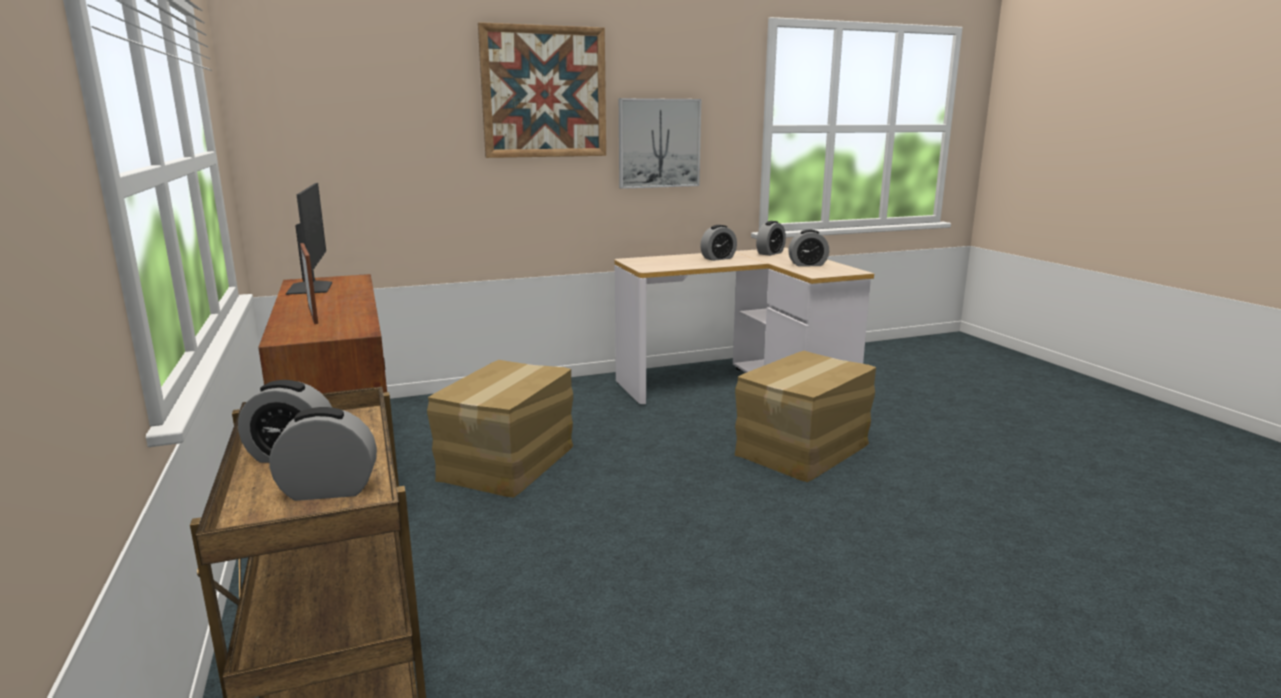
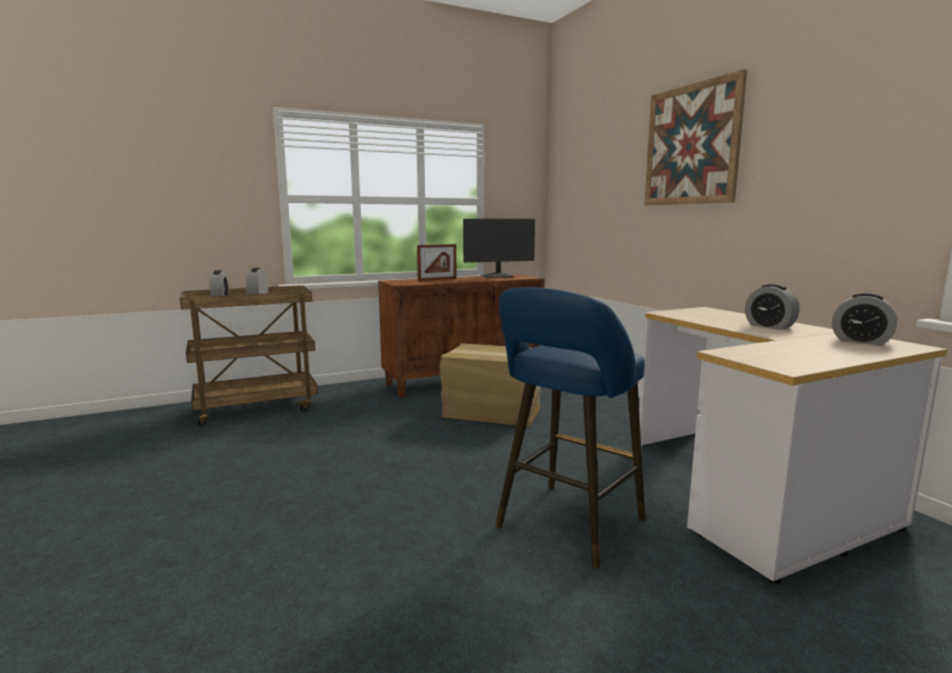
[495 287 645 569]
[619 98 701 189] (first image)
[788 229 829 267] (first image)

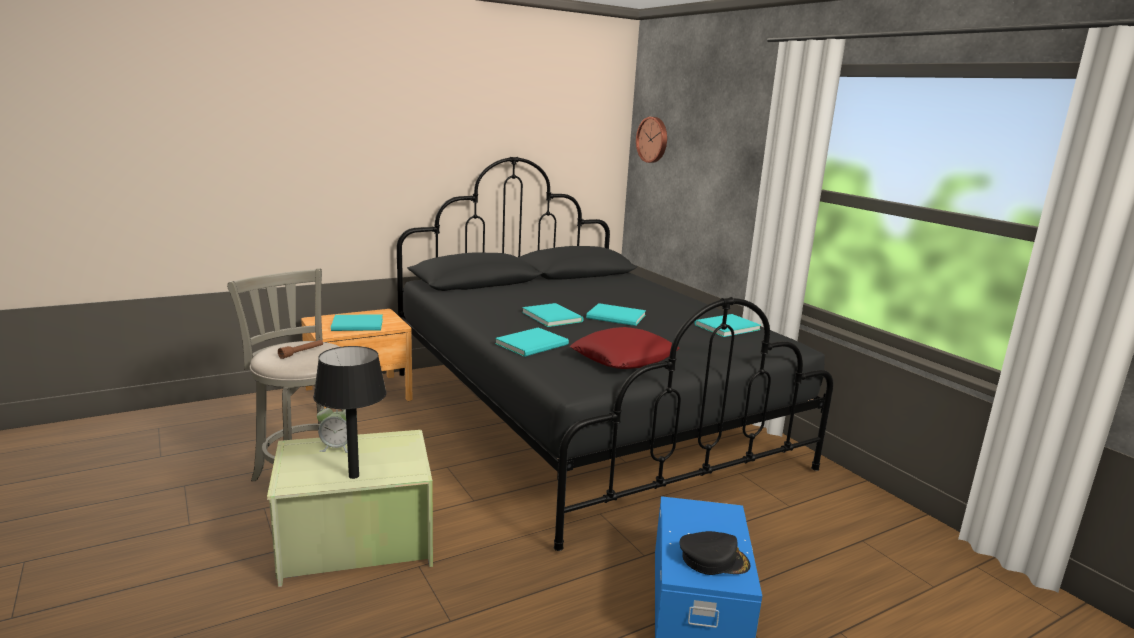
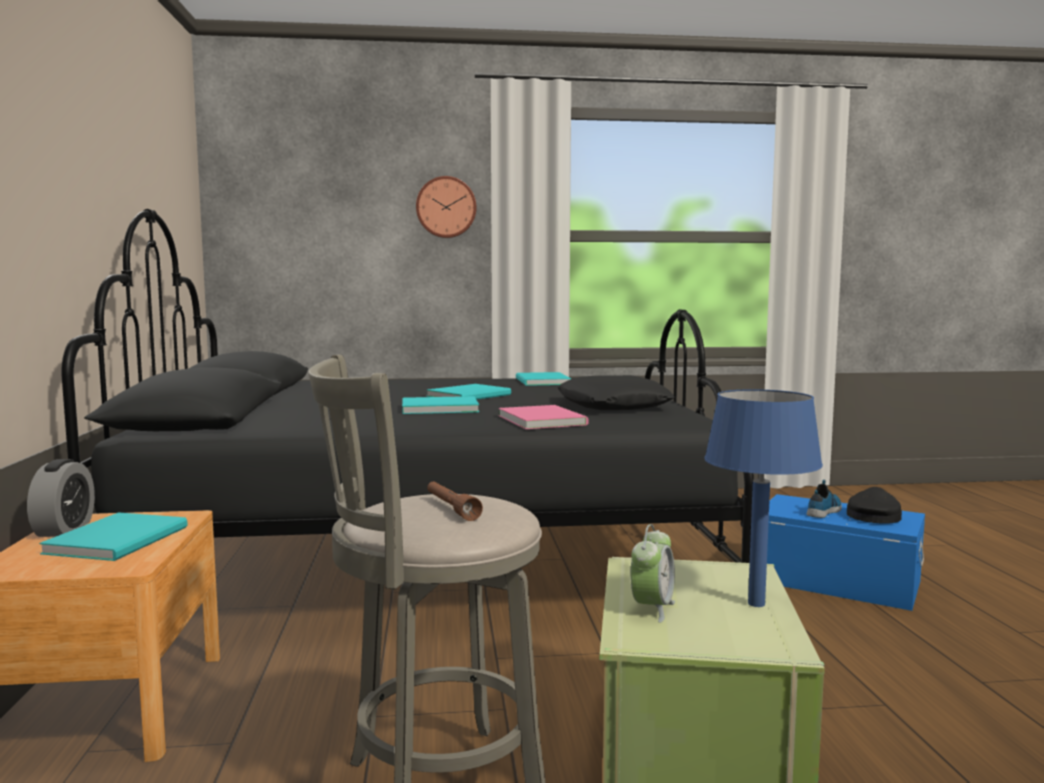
[27 459 95 537]
[416 176 476 238]
[499 405 589 429]
[558 375 675 410]
[704 389 823 607]
[806 480 842 518]

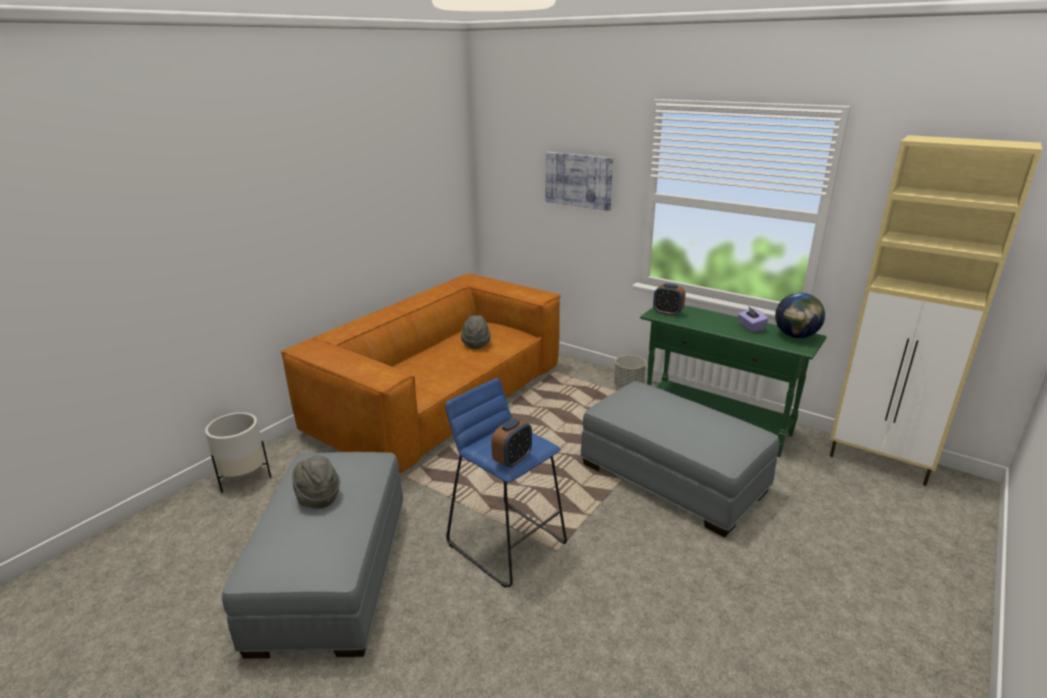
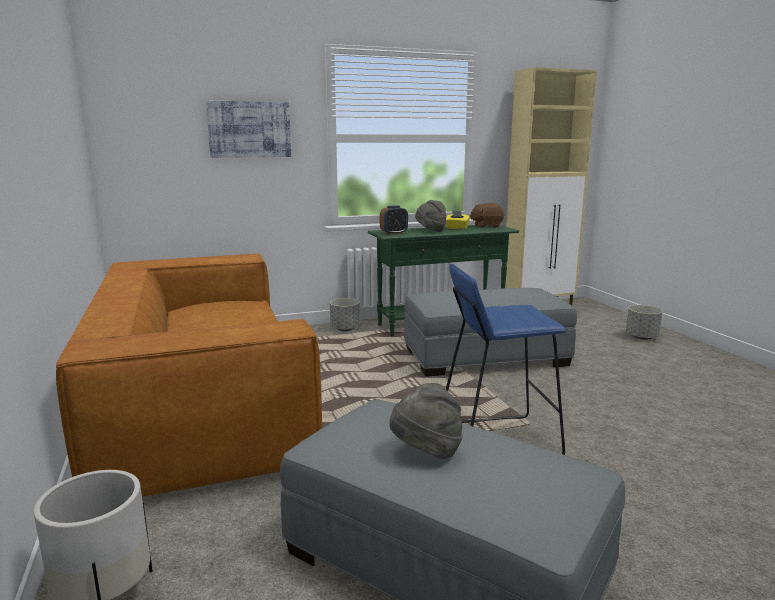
[415 200 447 232]
[446 211 470 230]
[469 203 504 228]
[626 305 663 340]
[491 418 532 468] (first image)

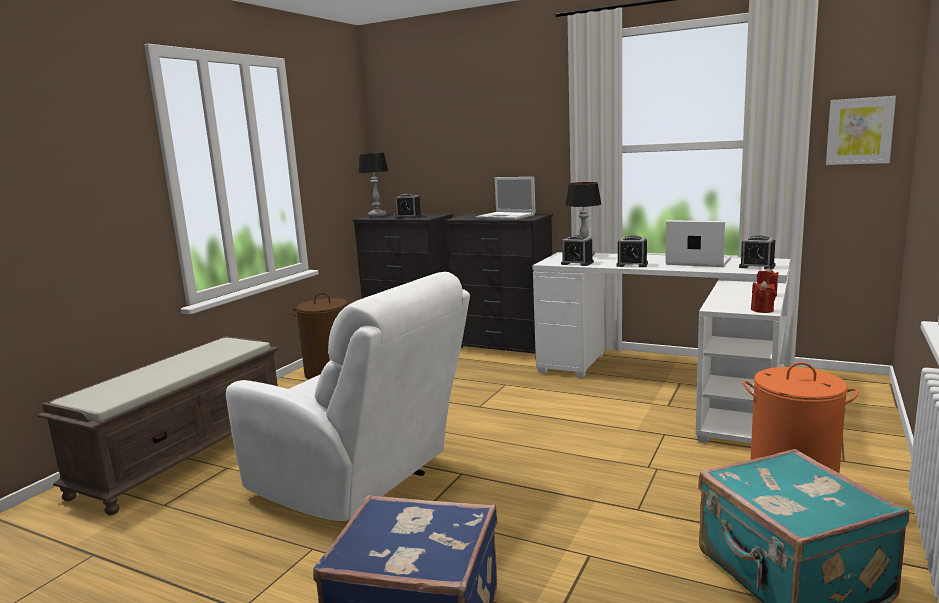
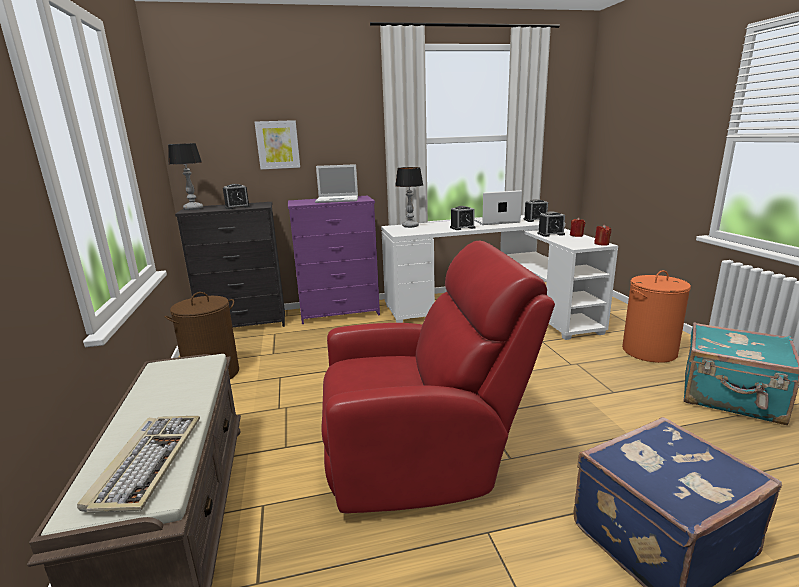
[77 416 200 512]
[255 120 300 169]
[288 195 380 324]
[321 240 555 514]
[538 211 565 237]

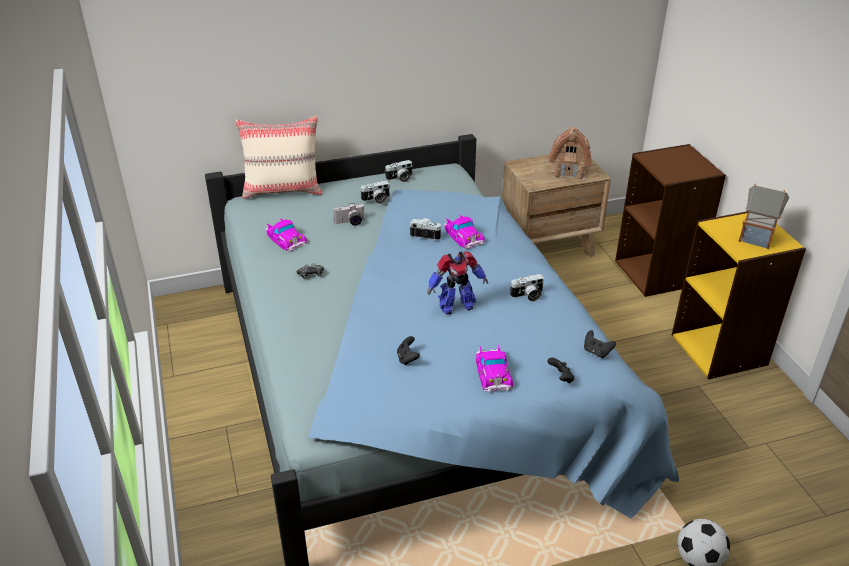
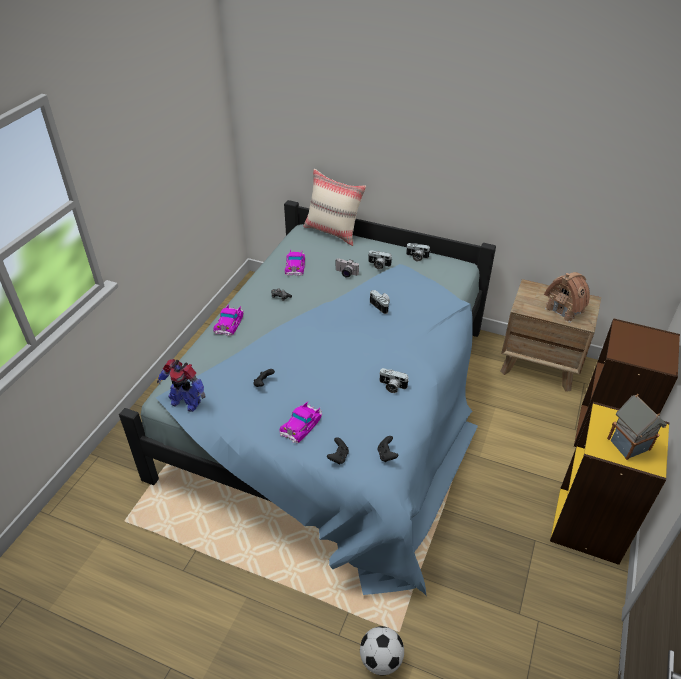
[157 359 205 412]
[213 304 244 336]

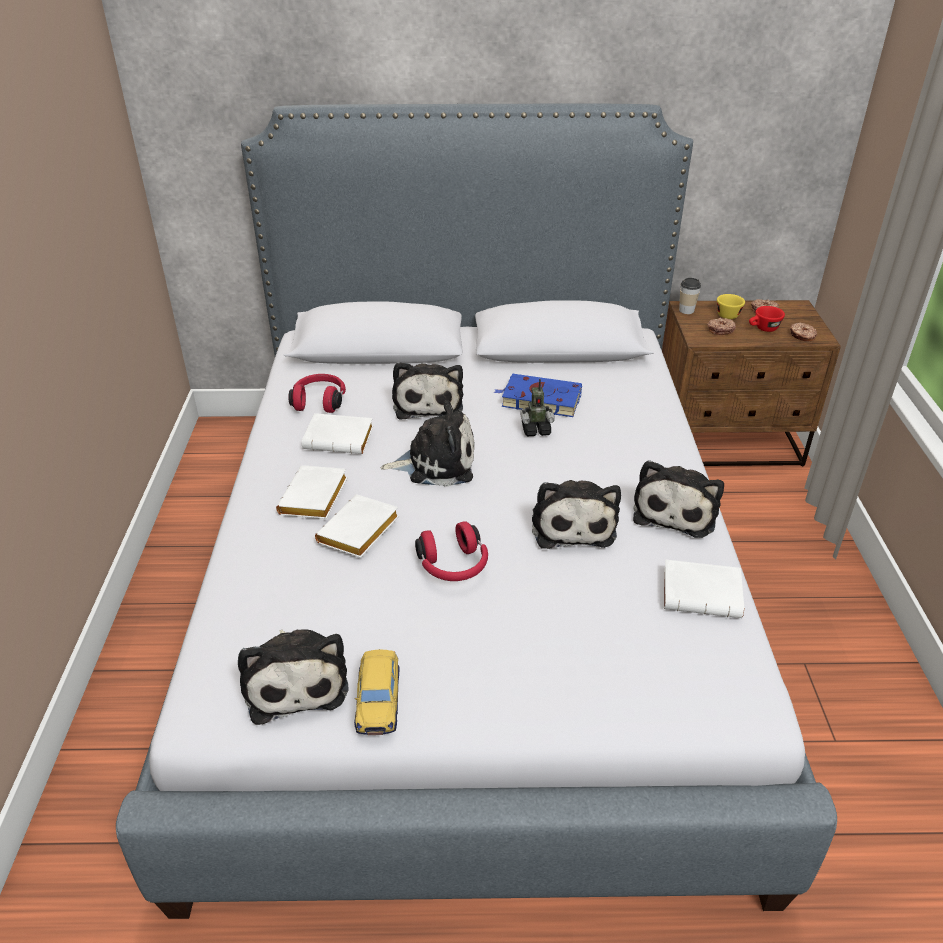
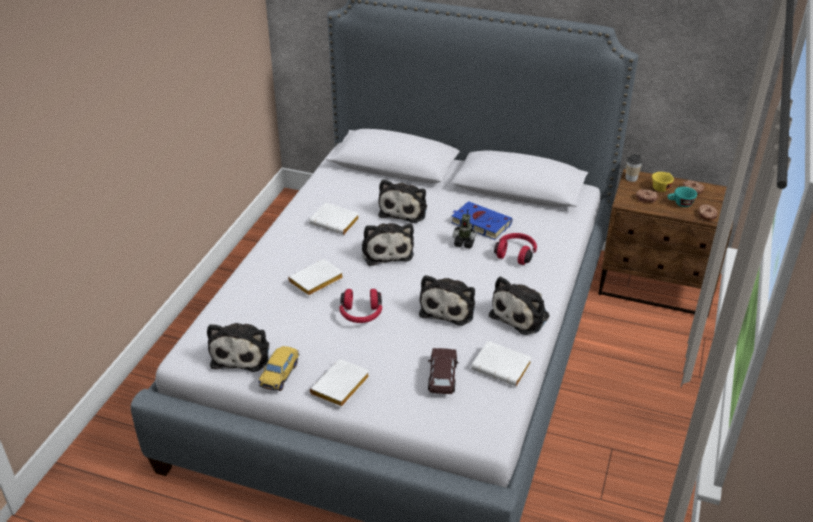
[310 359 370 408]
[362 223 414 266]
[428 348 459 394]
[494 233 537 265]
[667 187 697 207]

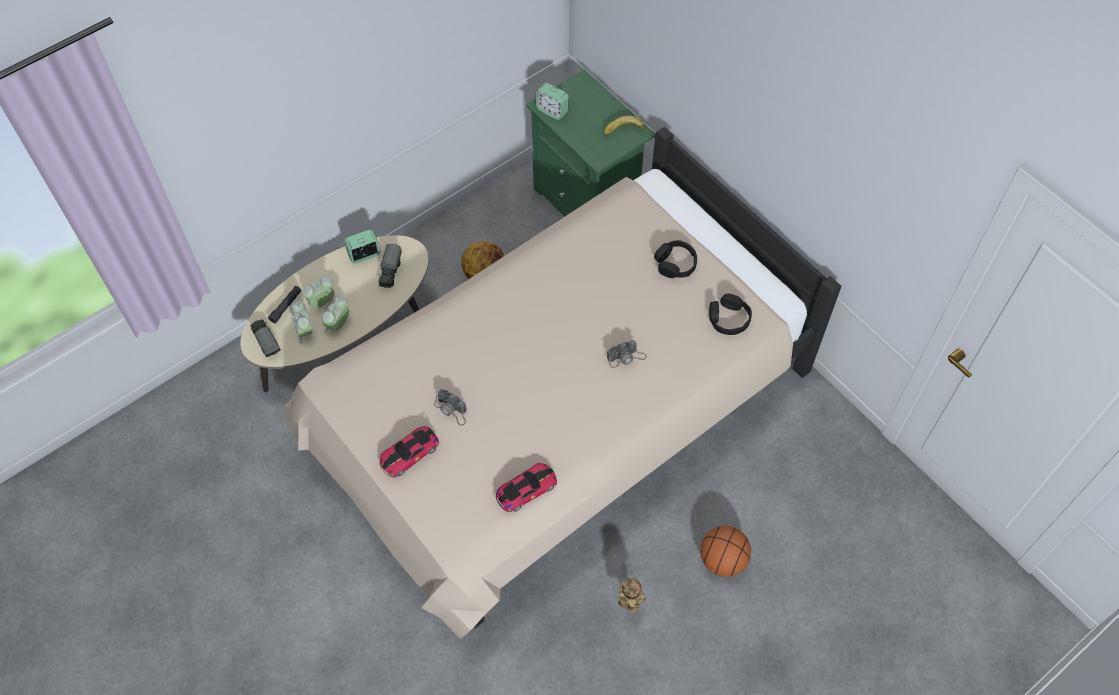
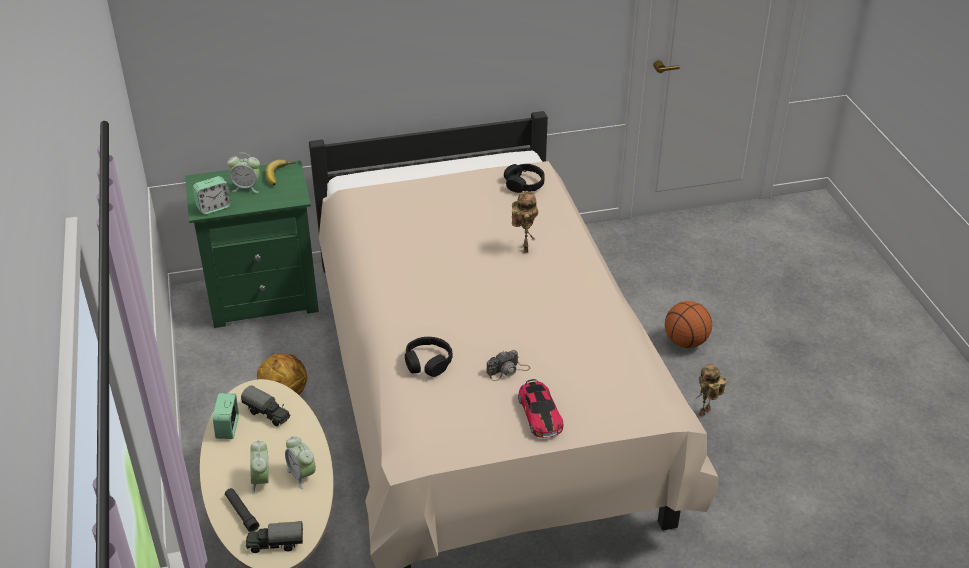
[227 153 260 193]
[405 337 453 377]
[512 191 538 253]
[496 463 557 512] (first image)

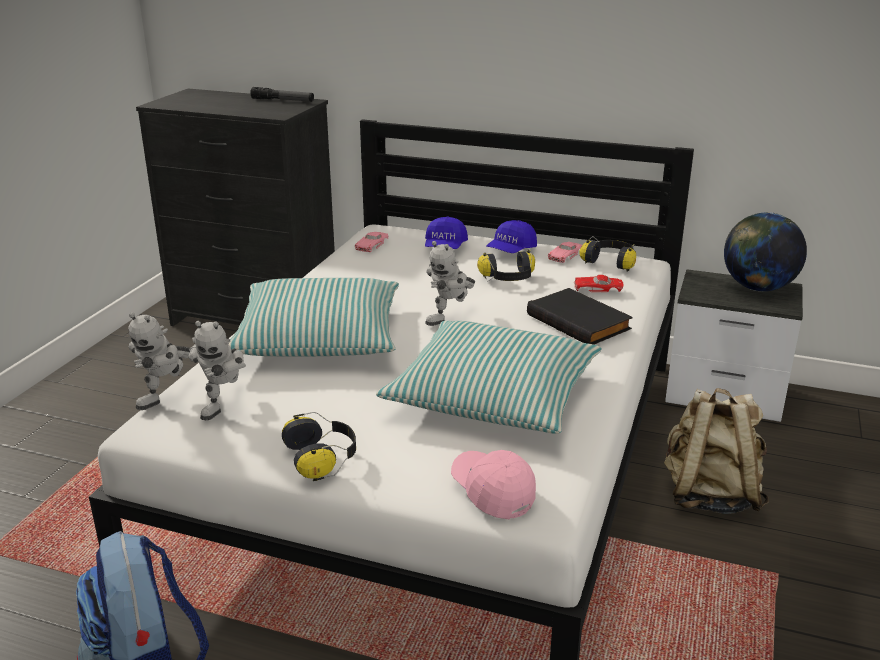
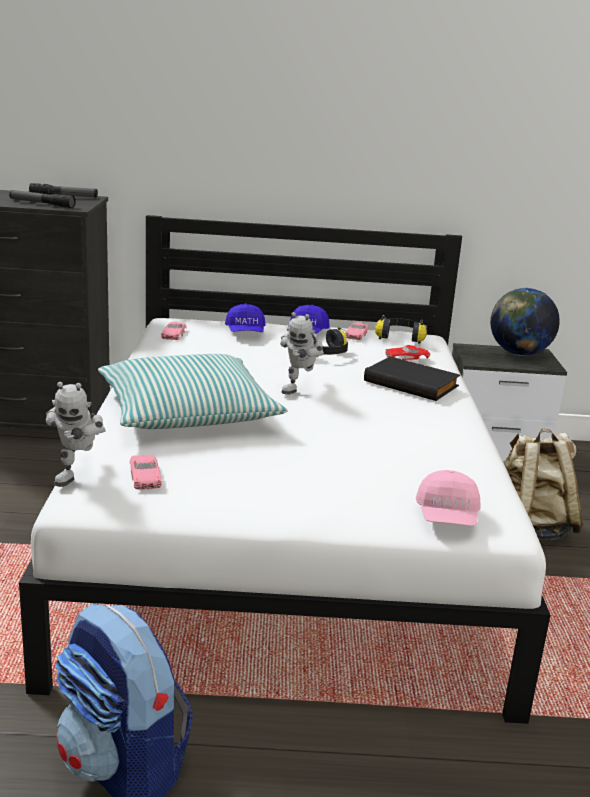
[9 190 76 208]
[130 455 162 489]
[416 470 480 526]
[282 412 356 481] (first image)
[376 321 602 434] (first image)

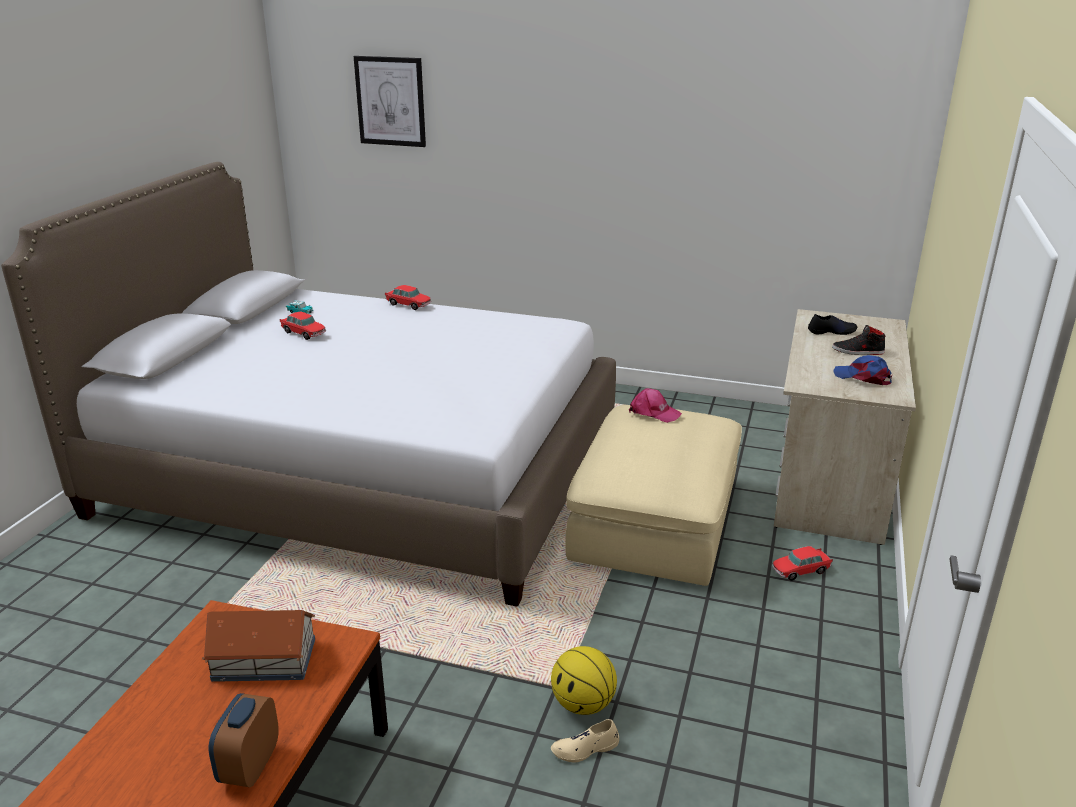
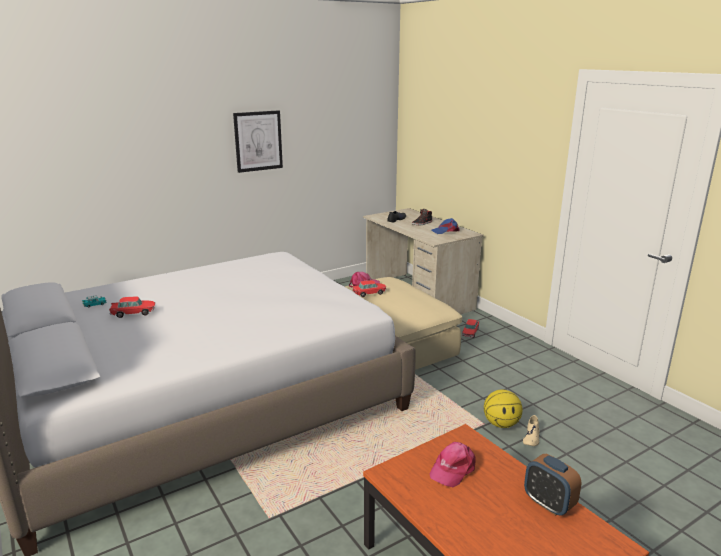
[233 110 283 173]
[352 280 386 297]
[430 442 476 487]

